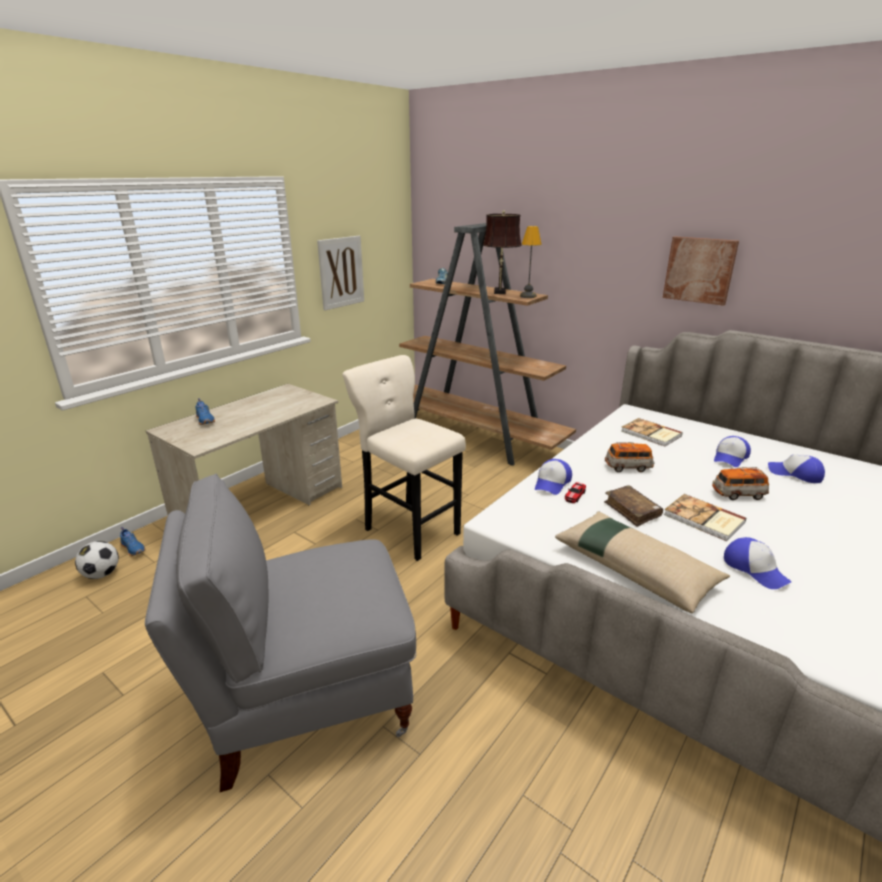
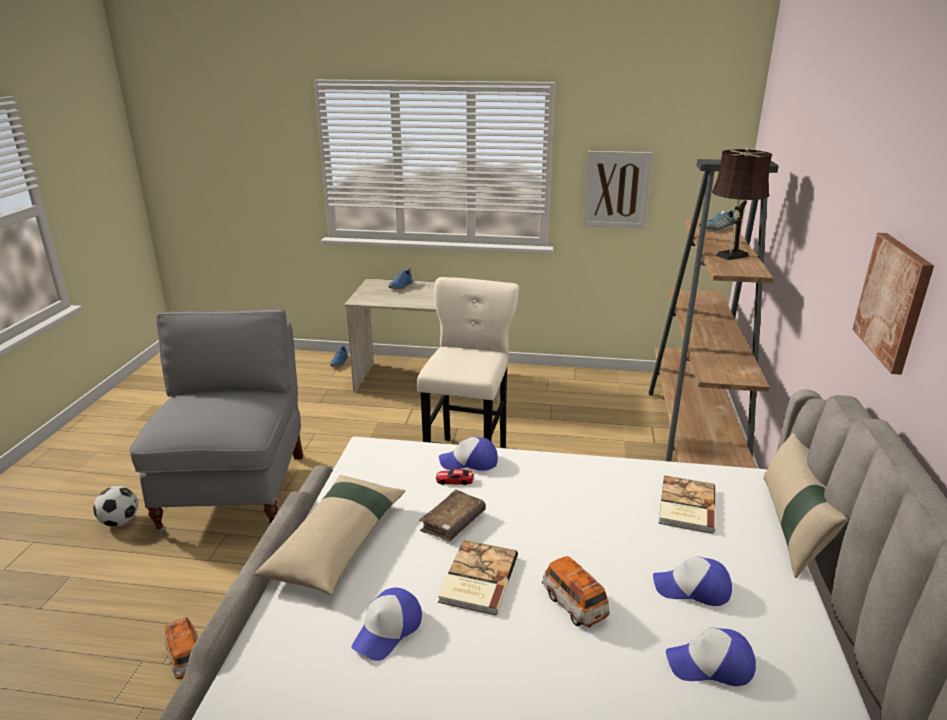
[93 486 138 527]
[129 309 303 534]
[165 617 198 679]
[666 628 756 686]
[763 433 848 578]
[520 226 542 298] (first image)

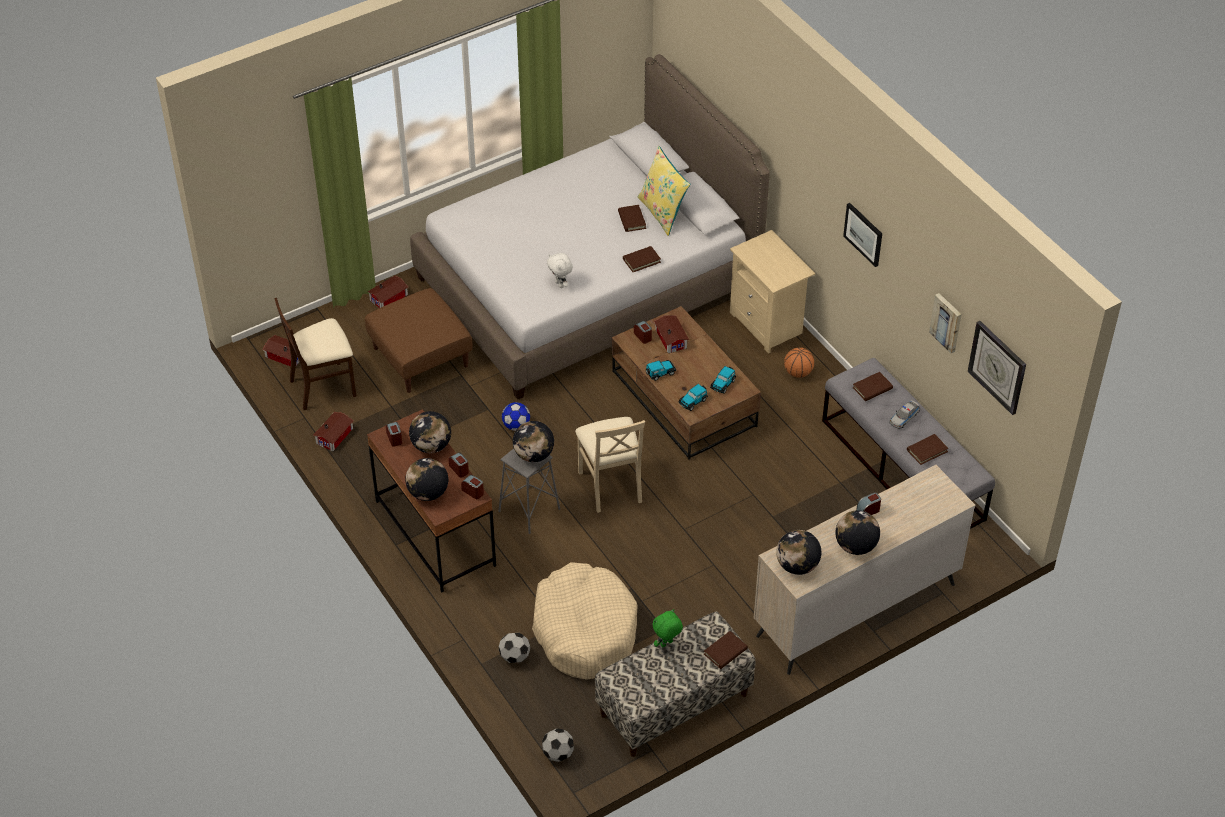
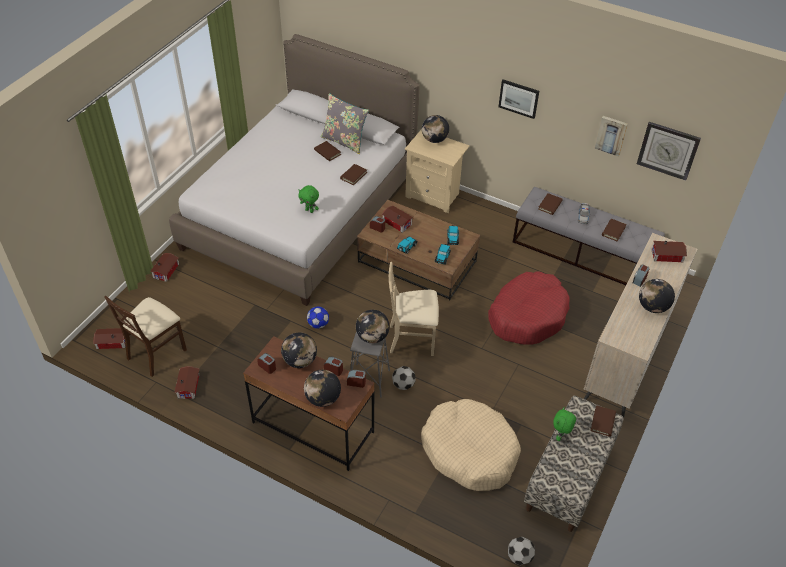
[298 185 319 213]
[321 93 369 154]
[389 262 439 356]
[392 366 416 390]
[422 115 449 143]
[488 272 570 345]
[651 241 687 262]
[365 288 472 393] (first image)
[784 347 814 378] (first image)

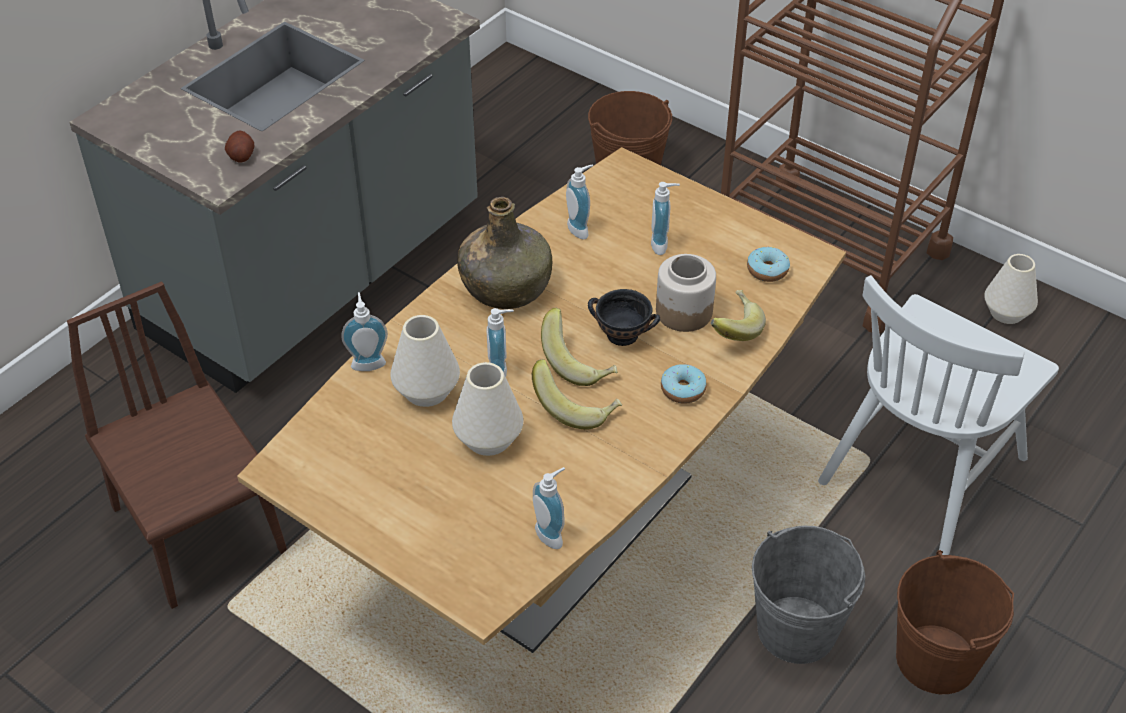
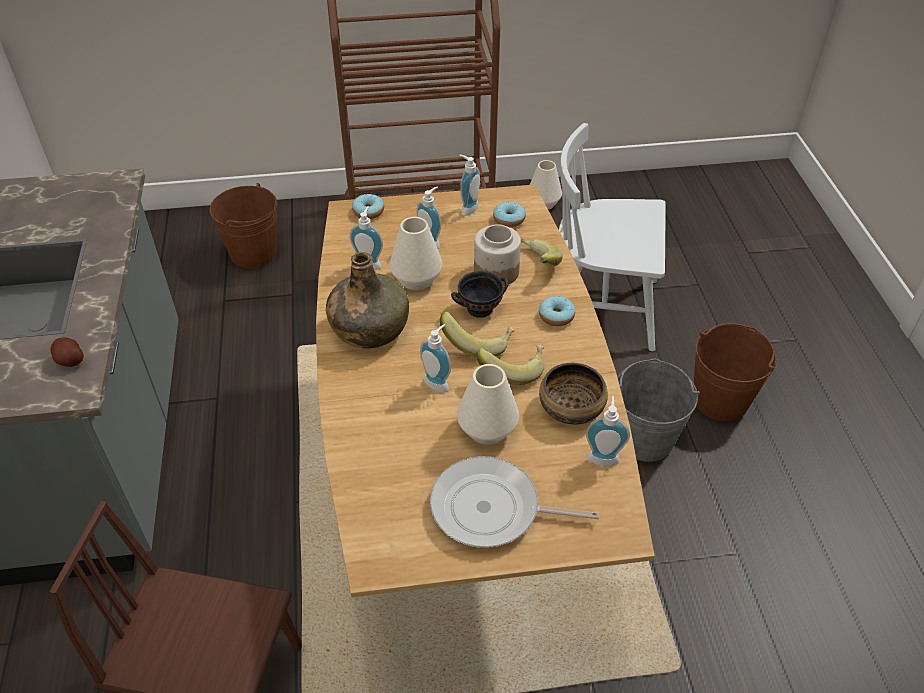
[352 194 384 219]
[390 217 442 290]
[430 456 599 548]
[459 155 480 216]
[539 363 608 424]
[559 123 666 351]

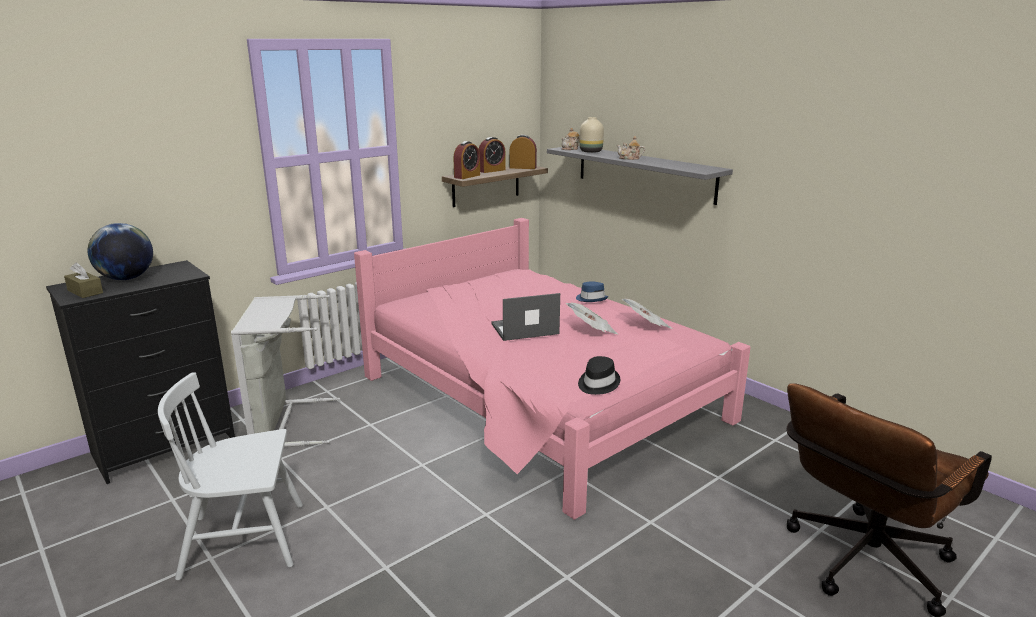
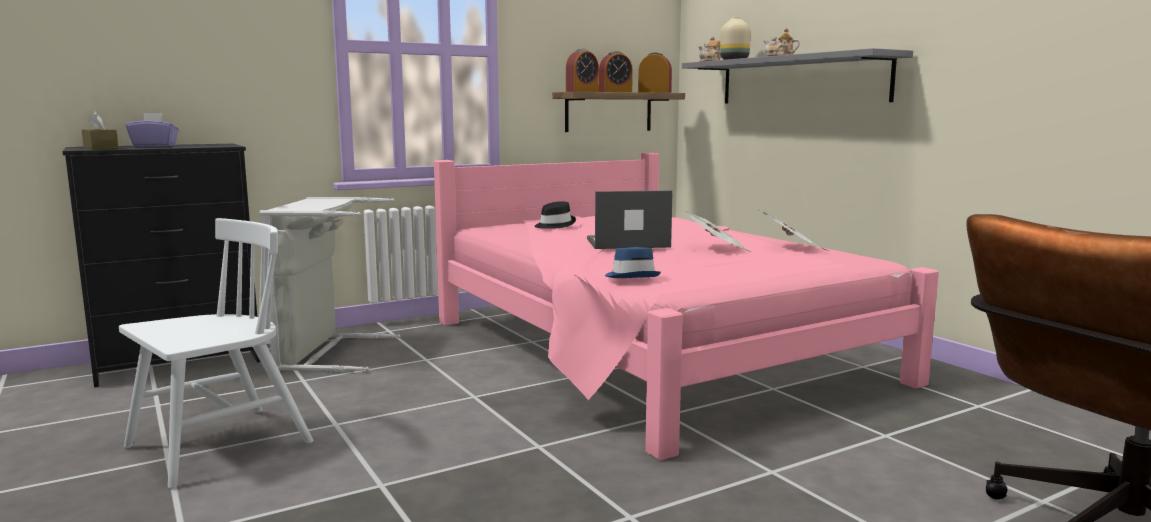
[119 218 314 489]
[126 113 179 147]
[534 202 576 229]
[605 247 661 278]

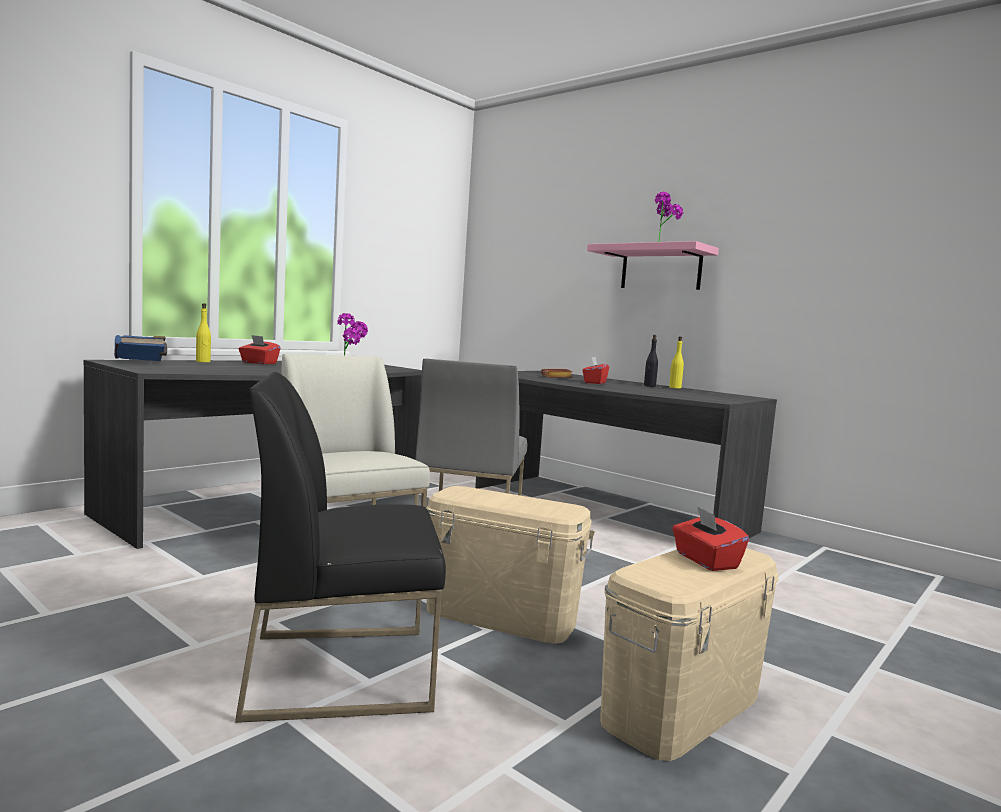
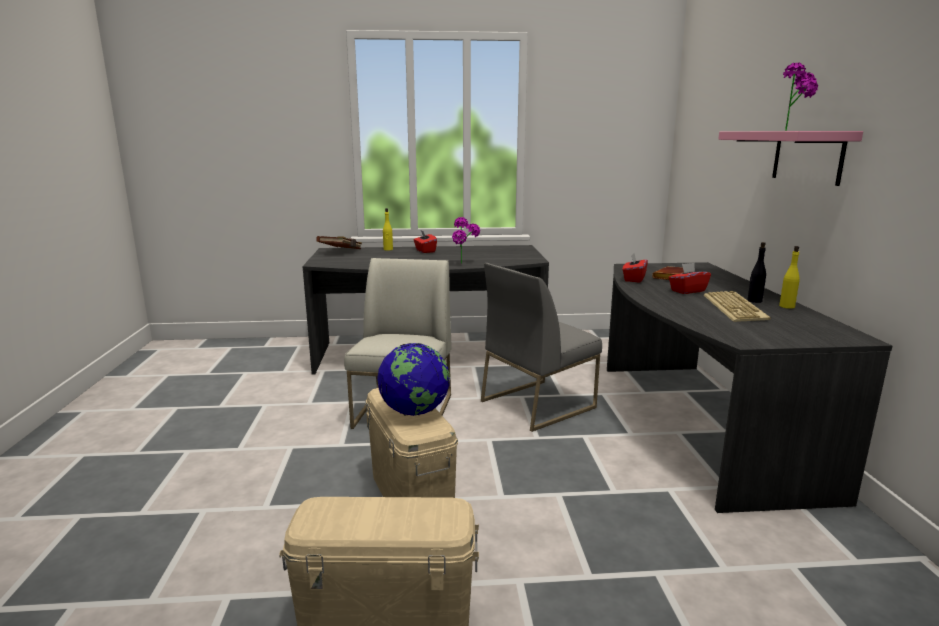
[316 236 362 249]
[377 343 450 416]
[623 253 648 283]
[704 291 771 322]
[235 372 446 723] (first image)

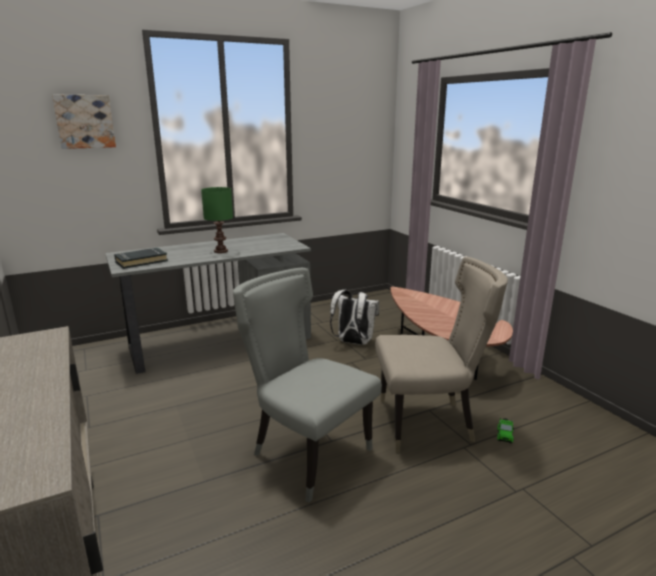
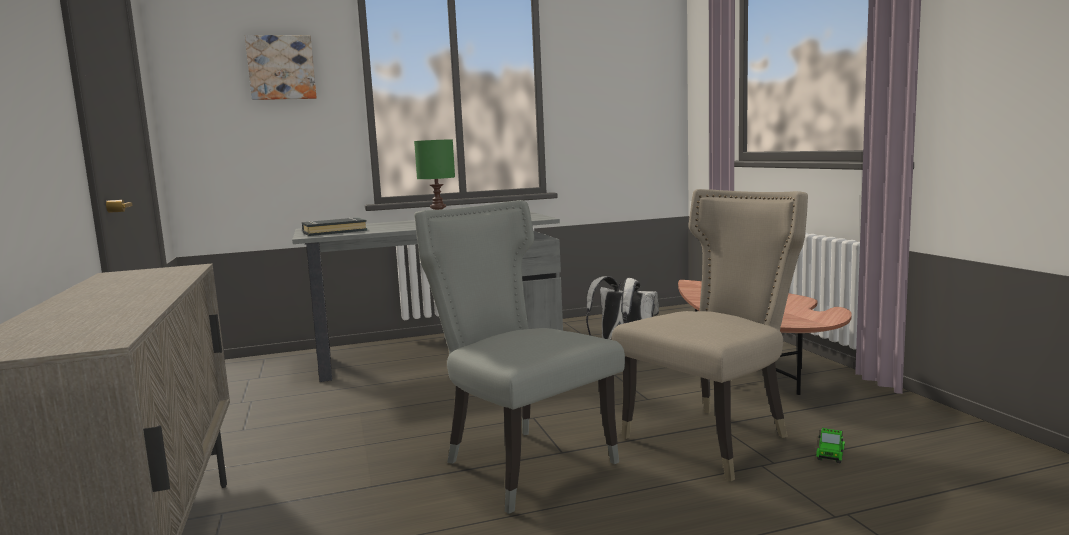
[611 189 808 481]

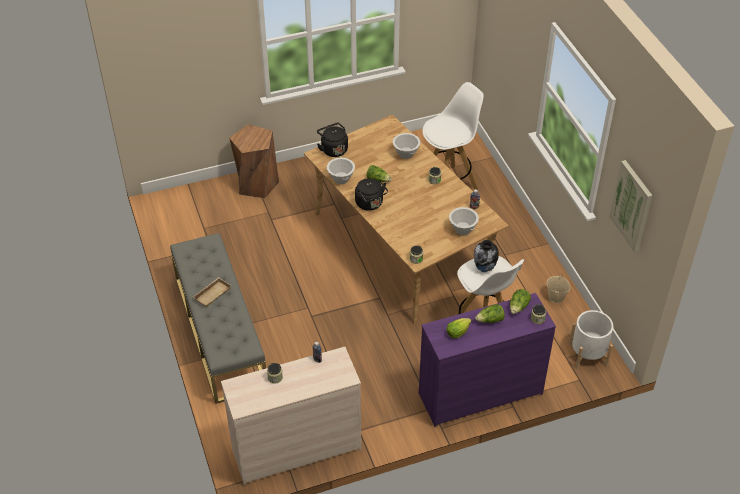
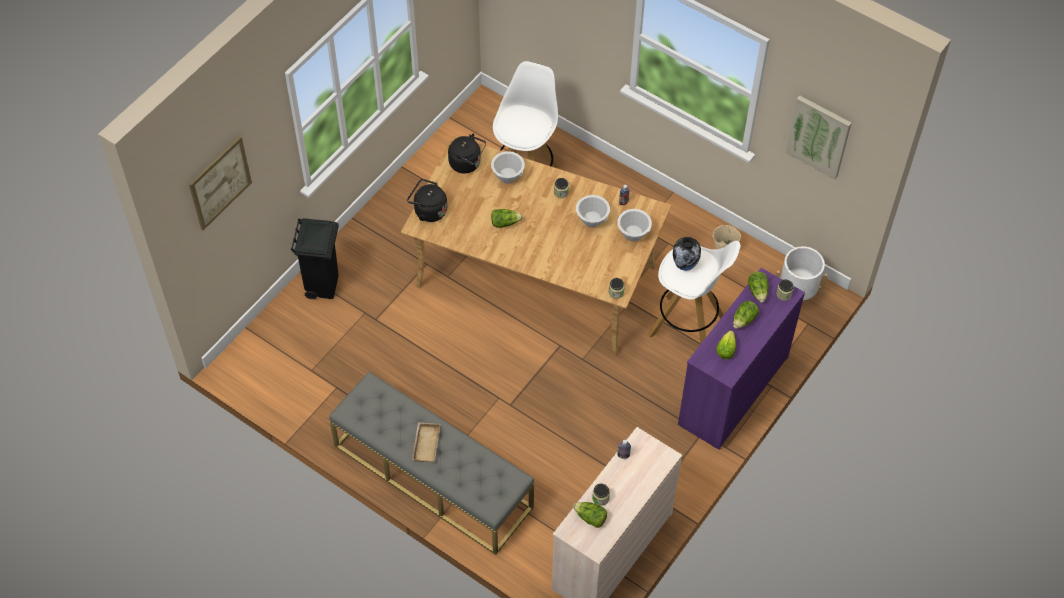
[189 136 252 230]
[291 218 339 299]
[448 134 486 173]
[573 502 607 528]
[576 195 610 228]

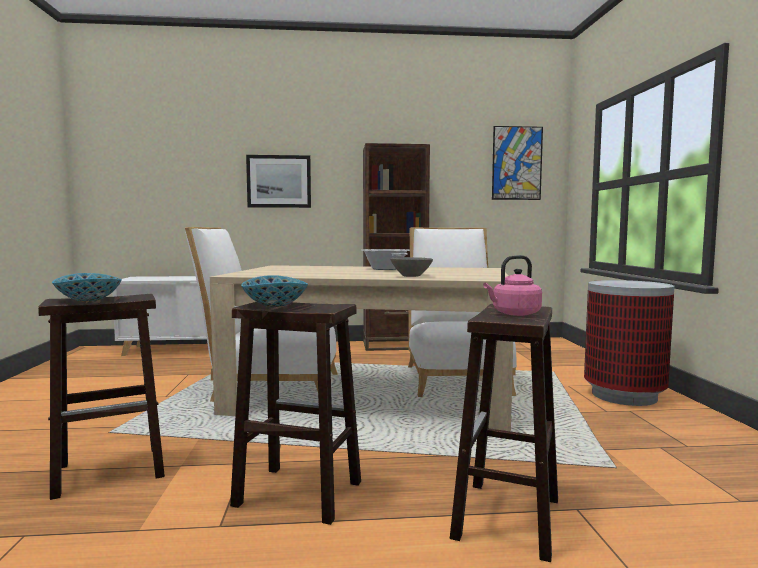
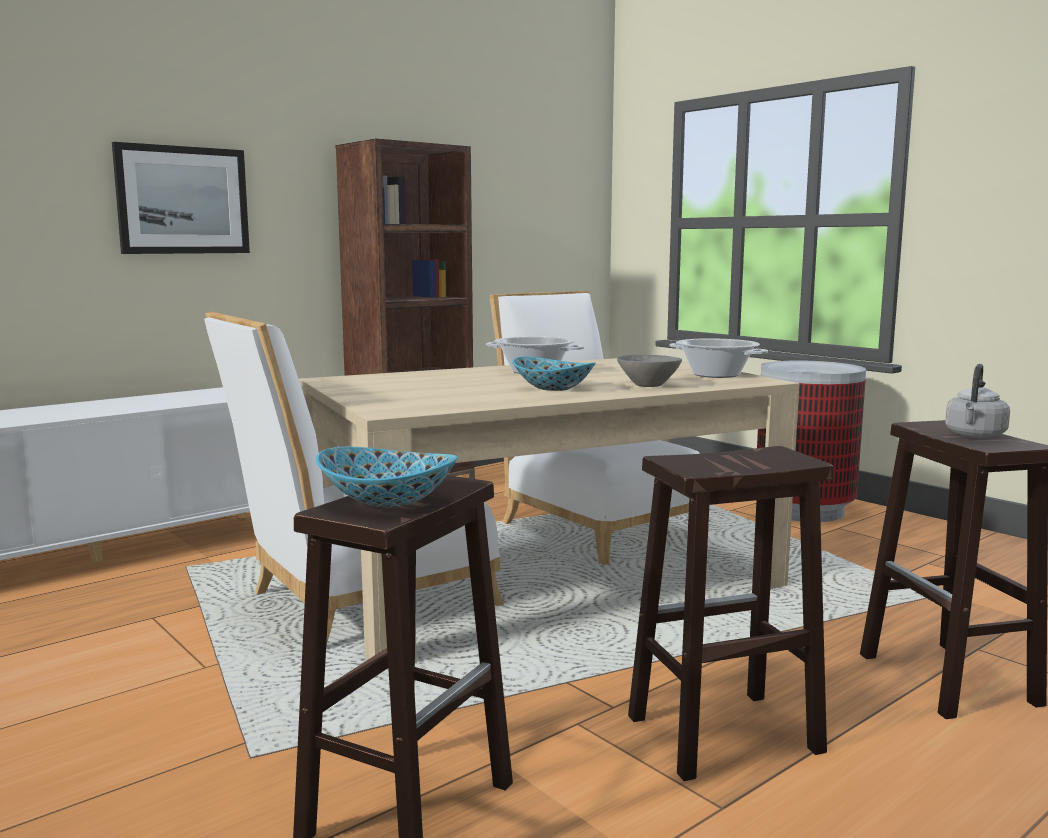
[512 356 596 391]
[669 338 768 378]
[945 364 1010 438]
[492 126 543 200] (first image)

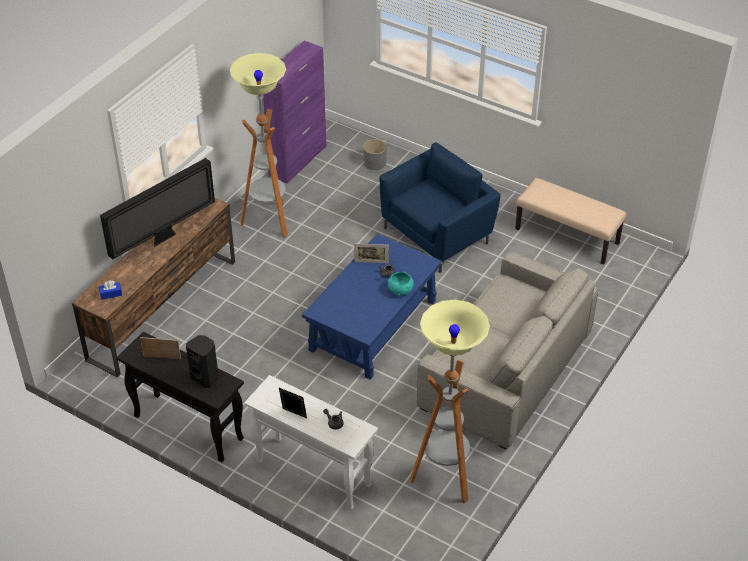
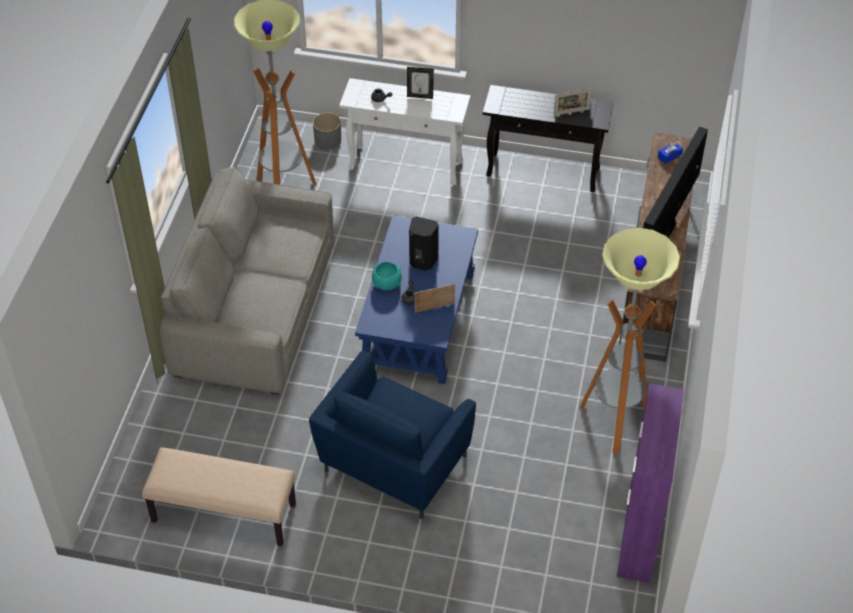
[313 113 341 150]
[409 216 439 270]

